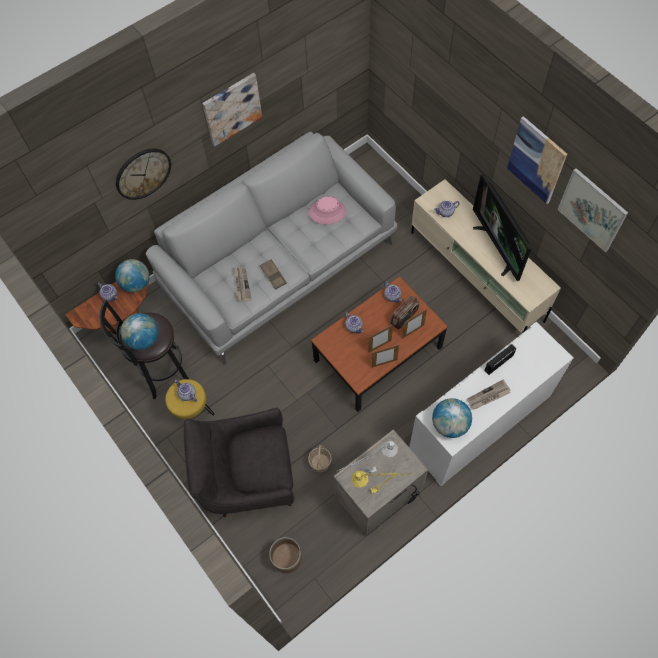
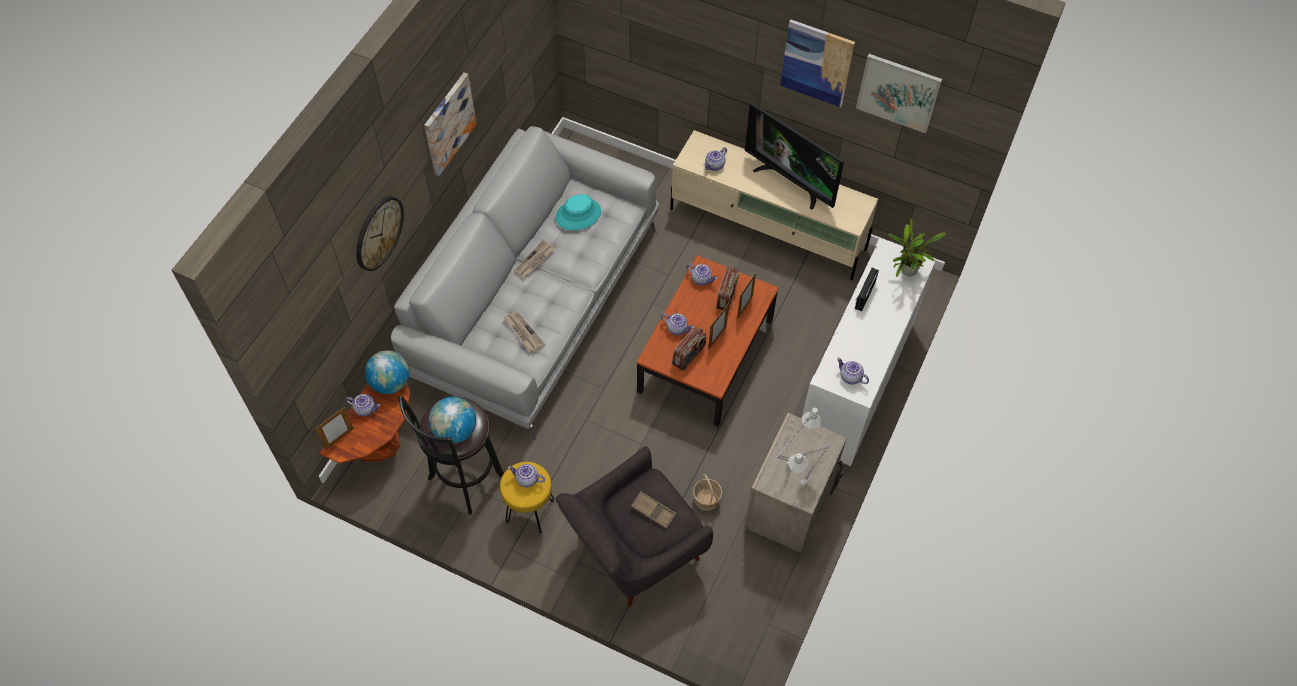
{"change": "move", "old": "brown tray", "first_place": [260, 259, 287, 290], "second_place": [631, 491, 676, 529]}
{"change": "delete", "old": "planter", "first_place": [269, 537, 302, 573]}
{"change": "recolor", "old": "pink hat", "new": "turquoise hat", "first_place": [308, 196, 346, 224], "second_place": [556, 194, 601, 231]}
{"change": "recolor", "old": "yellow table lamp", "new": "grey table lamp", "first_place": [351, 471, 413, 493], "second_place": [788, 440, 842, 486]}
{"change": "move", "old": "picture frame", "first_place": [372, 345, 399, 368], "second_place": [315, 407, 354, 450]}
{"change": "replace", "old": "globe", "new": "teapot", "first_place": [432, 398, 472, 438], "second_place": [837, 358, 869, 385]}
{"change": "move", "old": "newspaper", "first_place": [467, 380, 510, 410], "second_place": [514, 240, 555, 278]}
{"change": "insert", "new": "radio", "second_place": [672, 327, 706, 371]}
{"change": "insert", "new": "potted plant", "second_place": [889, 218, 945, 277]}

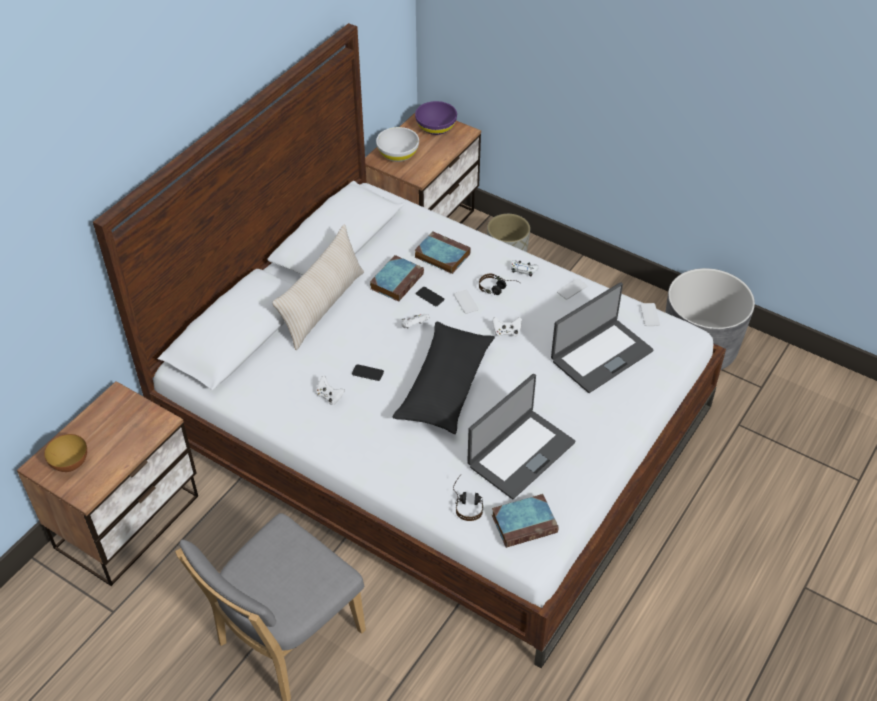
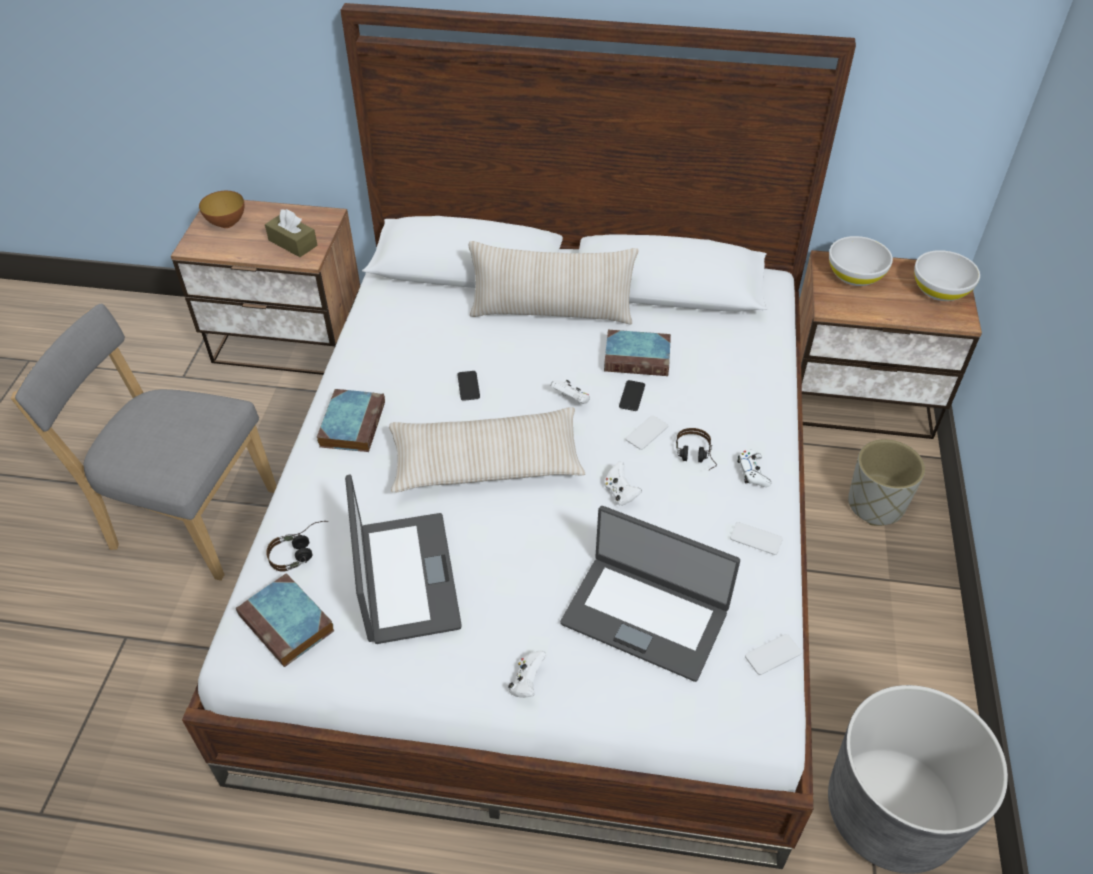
{"change": "move", "old": "white game controller", "first_place": [316, 376, 345, 405], "second_place": [508, 650, 547, 698]}
{"change": "recolor", "old": "black pillow", "new": "beige pillow", "first_place": [393, 322, 495, 434], "second_place": [389, 407, 585, 493]}
{"change": "recolor", "old": "purple bowl", "new": "white bowl", "first_place": [415, 101, 457, 135], "second_place": [914, 250, 980, 301]}
{"change": "move", "old": "book", "first_place": [415, 231, 471, 274], "second_place": [317, 389, 385, 452]}
{"change": "rotate", "old": "laptop", "first_place": [467, 374, 575, 499], "second_place": [345, 474, 462, 644], "degrees": -120}
{"change": "insert", "new": "brown tissue box", "second_place": [265, 209, 318, 257]}

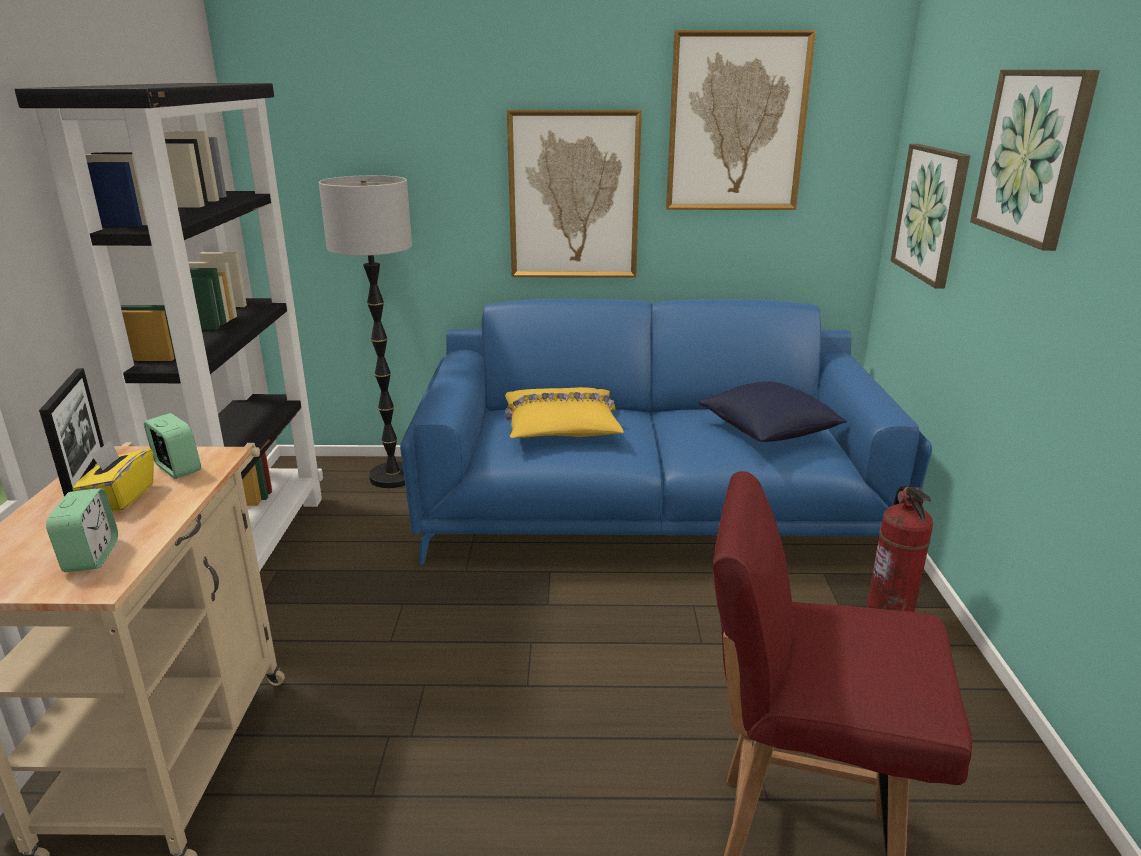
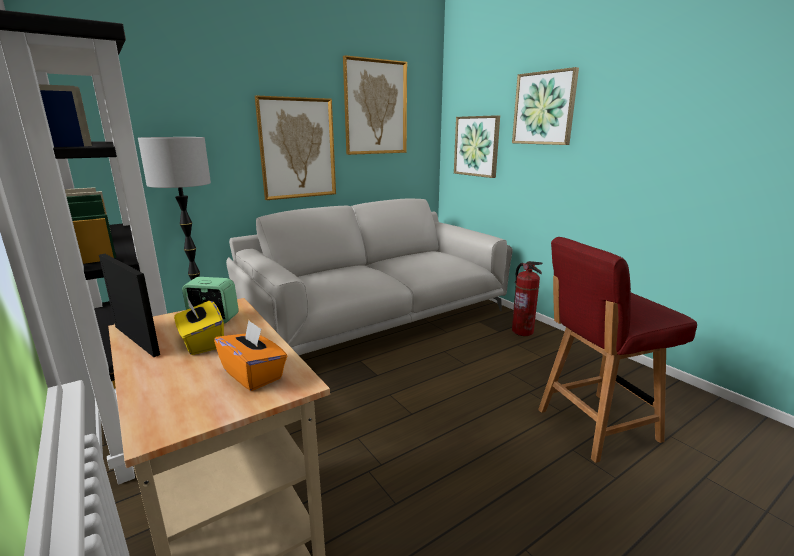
{"change": "replace", "old": "alarm clock", "new": "orange tissue box", "first_place": [46, 488, 118, 572], "second_place": [214, 320, 287, 391]}
{"change": "recolor", "old": "blue sofa", "new": "grey sofa", "first_place": [400, 299, 932, 565], "second_place": [226, 199, 513, 355]}
{"change": "delete", "old": "yellow pillow", "first_place": [505, 387, 624, 438]}
{"change": "delete", "old": "blue pillow", "first_place": [698, 381, 847, 442]}

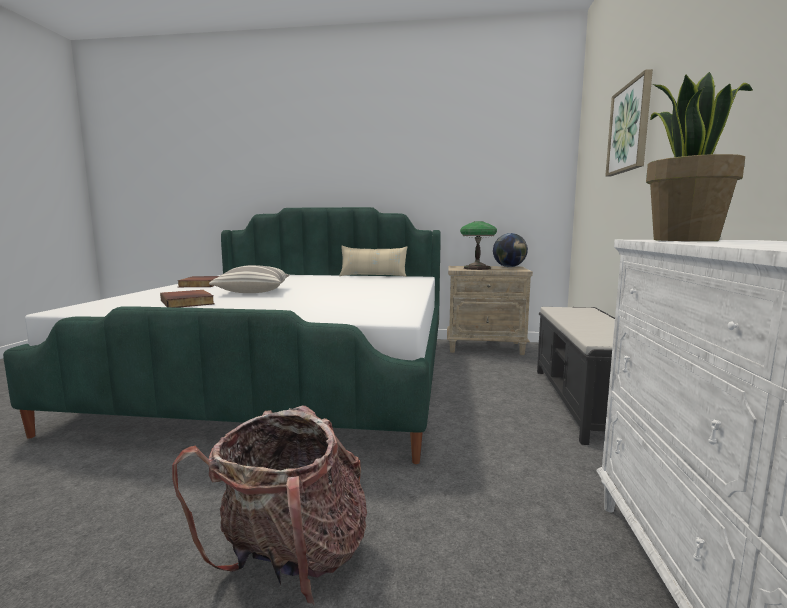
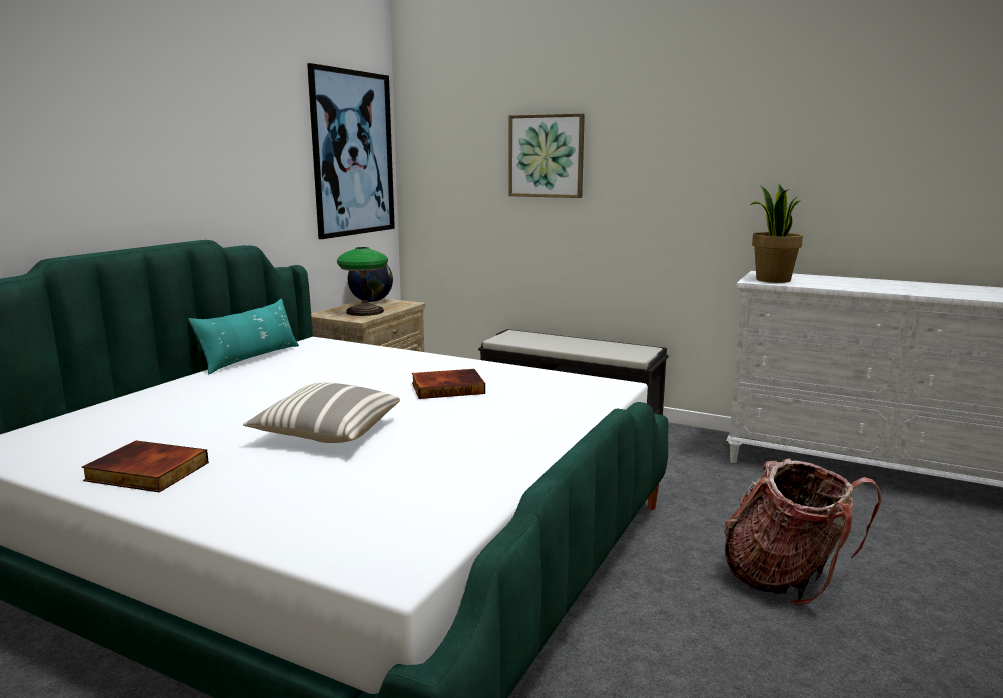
{"change": "move", "old": "book", "first_place": [160, 290, 215, 308], "second_place": [412, 369, 485, 399]}
{"change": "recolor", "old": "beige pillow", "new": "turquoise pillow", "first_place": [339, 246, 407, 277], "second_place": [188, 299, 299, 374]}
{"change": "insert", "new": "picture", "second_place": [307, 63, 395, 239]}

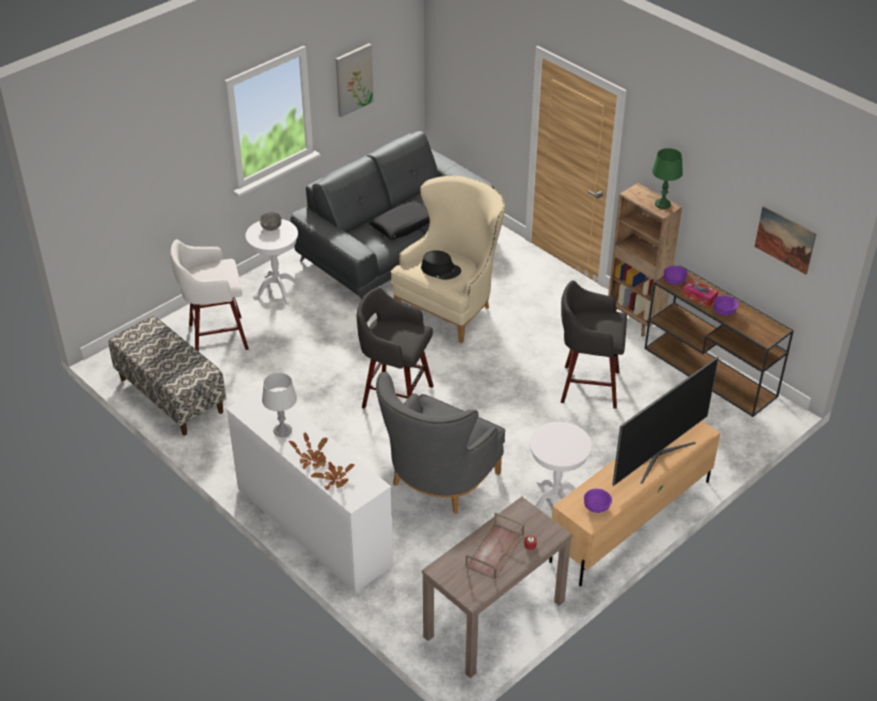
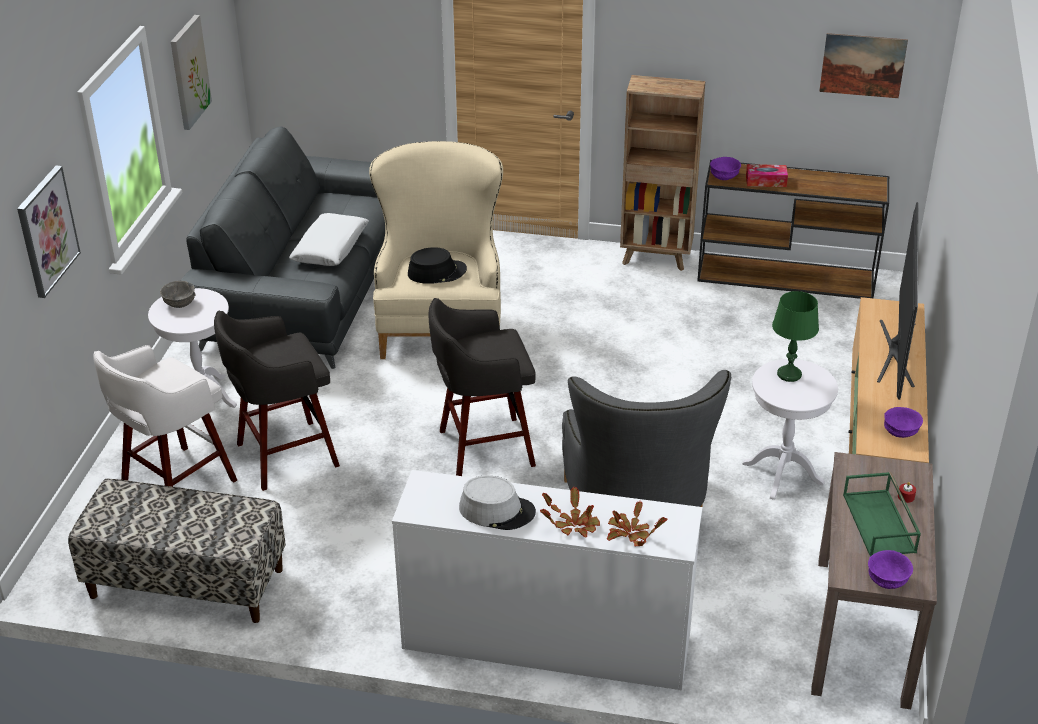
{"change": "replace", "old": "grey table lamp", "new": "grey hat", "first_place": [262, 373, 297, 437], "second_place": [459, 475, 536, 530]}
{"change": "recolor", "old": "black pillow", "new": "white pillow", "first_place": [369, 201, 430, 239], "second_place": [289, 213, 369, 266]}
{"change": "recolor", "old": "brown tray", "new": "green tray", "first_place": [465, 512, 524, 580], "second_place": [843, 472, 921, 557]}
{"change": "move", "old": "grey stool", "first_place": [561, 280, 627, 409], "second_place": [214, 311, 340, 491]}
{"change": "move", "old": "green table lamp", "first_place": [652, 148, 683, 209], "second_place": [772, 291, 819, 382]}
{"change": "move", "old": "purple bowl", "first_place": [713, 296, 738, 316], "second_place": [868, 550, 913, 589]}
{"change": "insert", "new": "picture", "second_place": [17, 166, 81, 298]}

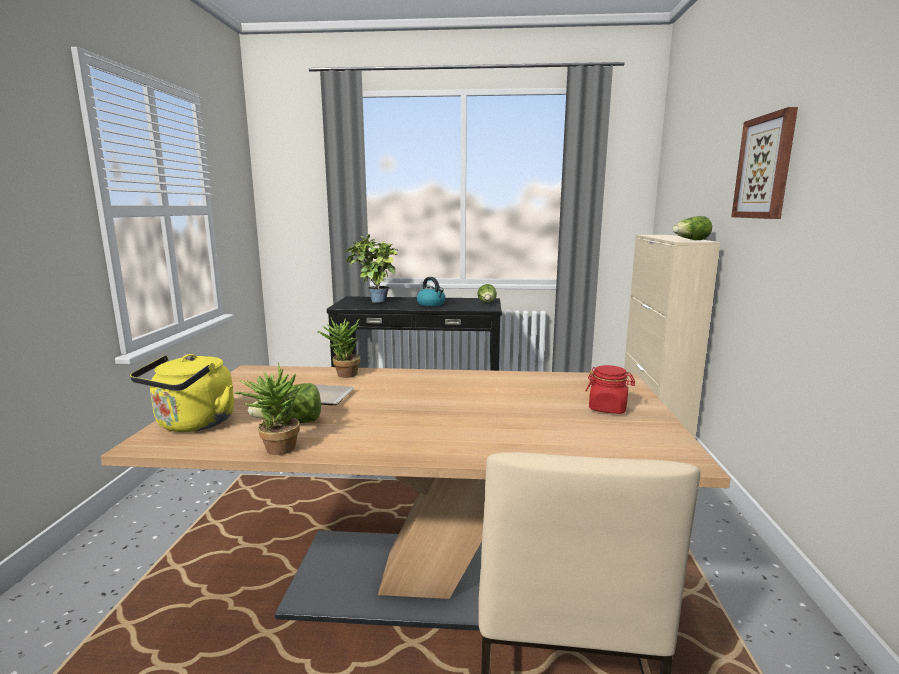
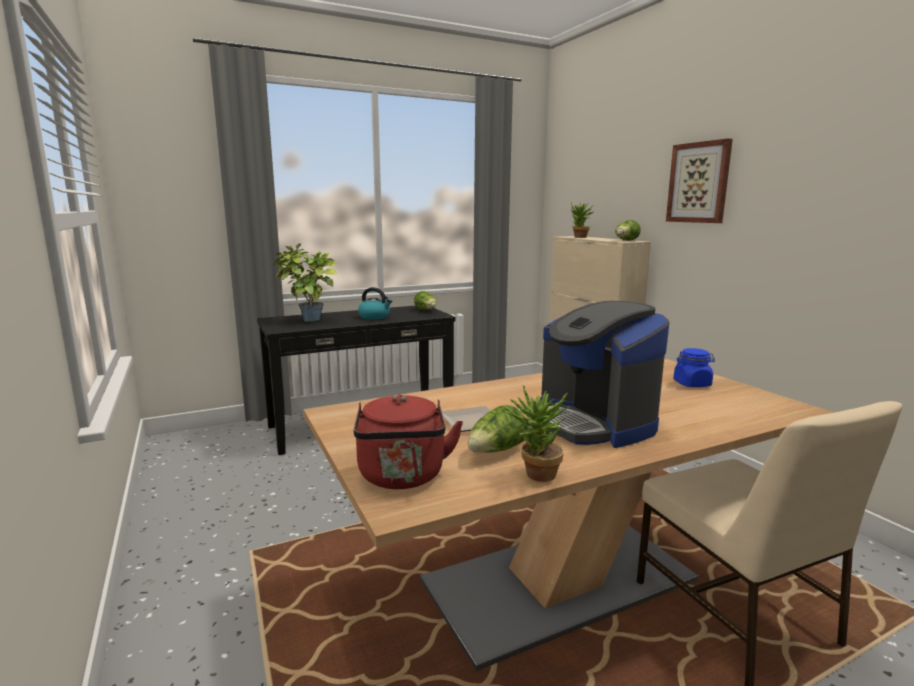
{"change": "recolor", "old": "yellow kettle", "new": "red kettle", "first_place": [130, 354, 234, 432], "second_place": [354, 394, 463, 489]}
{"change": "move", "old": "potted plant", "first_place": [318, 317, 360, 378], "second_place": [571, 203, 595, 238]}
{"change": "recolor", "old": "red jar", "new": "blue jar", "first_place": [586, 365, 635, 414], "second_place": [673, 348, 715, 387]}
{"change": "insert", "new": "coffee machine", "second_place": [540, 301, 669, 448]}

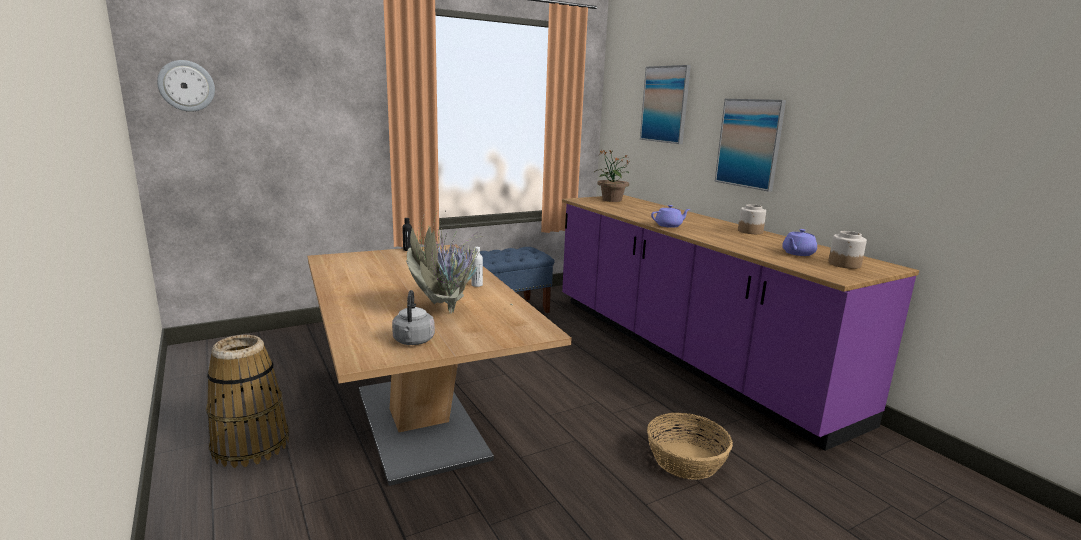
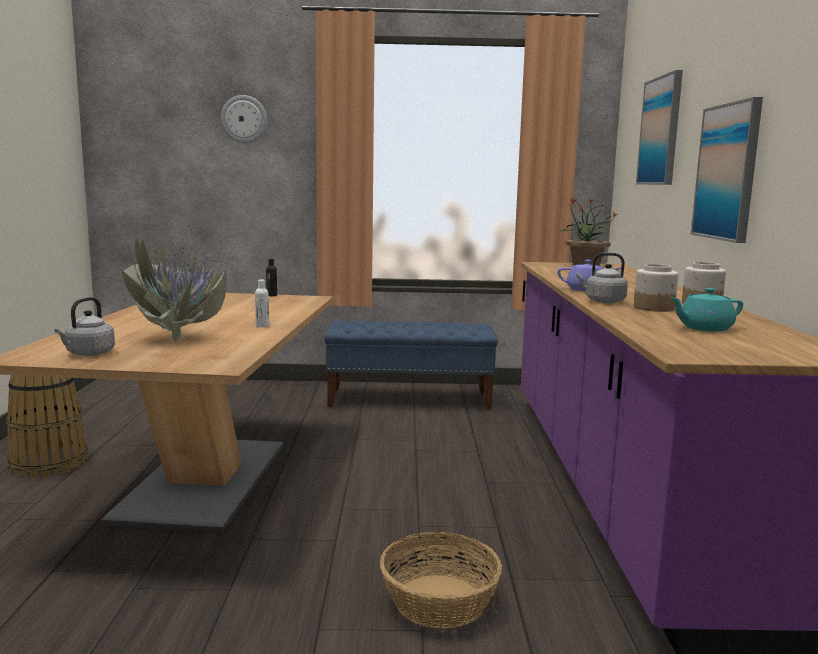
{"change": "move", "old": "wall clock", "first_place": [157, 60, 215, 112], "second_place": [221, 95, 267, 143]}
{"change": "recolor", "old": "purple teapot", "new": "turquoise teapot", "first_place": [782, 229, 817, 256], "second_place": [670, 288, 743, 332]}
{"change": "move", "old": "jar", "first_place": [828, 231, 867, 269], "second_place": [634, 264, 678, 312]}
{"change": "insert", "new": "grey kettle", "second_place": [576, 252, 628, 303]}

